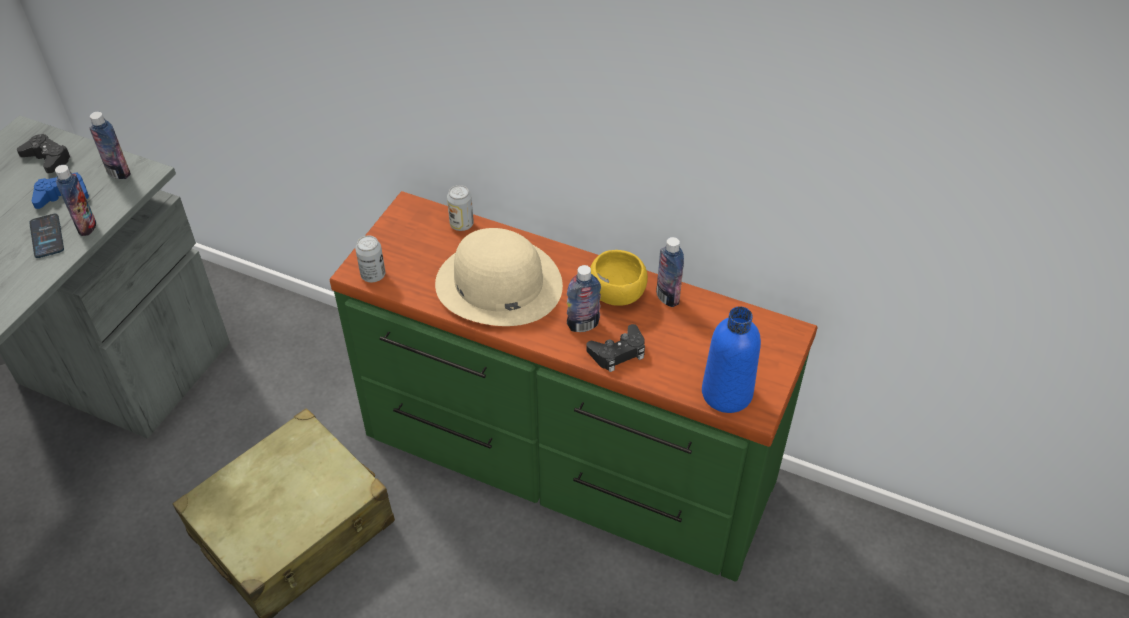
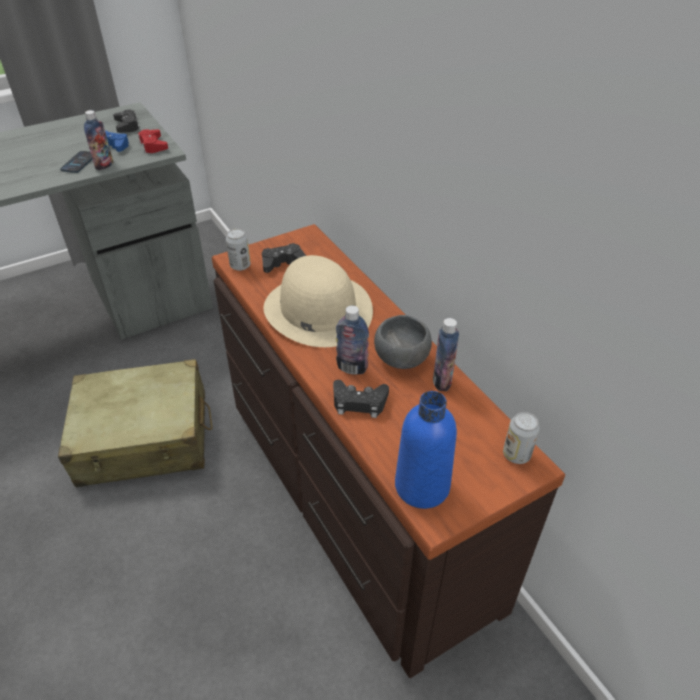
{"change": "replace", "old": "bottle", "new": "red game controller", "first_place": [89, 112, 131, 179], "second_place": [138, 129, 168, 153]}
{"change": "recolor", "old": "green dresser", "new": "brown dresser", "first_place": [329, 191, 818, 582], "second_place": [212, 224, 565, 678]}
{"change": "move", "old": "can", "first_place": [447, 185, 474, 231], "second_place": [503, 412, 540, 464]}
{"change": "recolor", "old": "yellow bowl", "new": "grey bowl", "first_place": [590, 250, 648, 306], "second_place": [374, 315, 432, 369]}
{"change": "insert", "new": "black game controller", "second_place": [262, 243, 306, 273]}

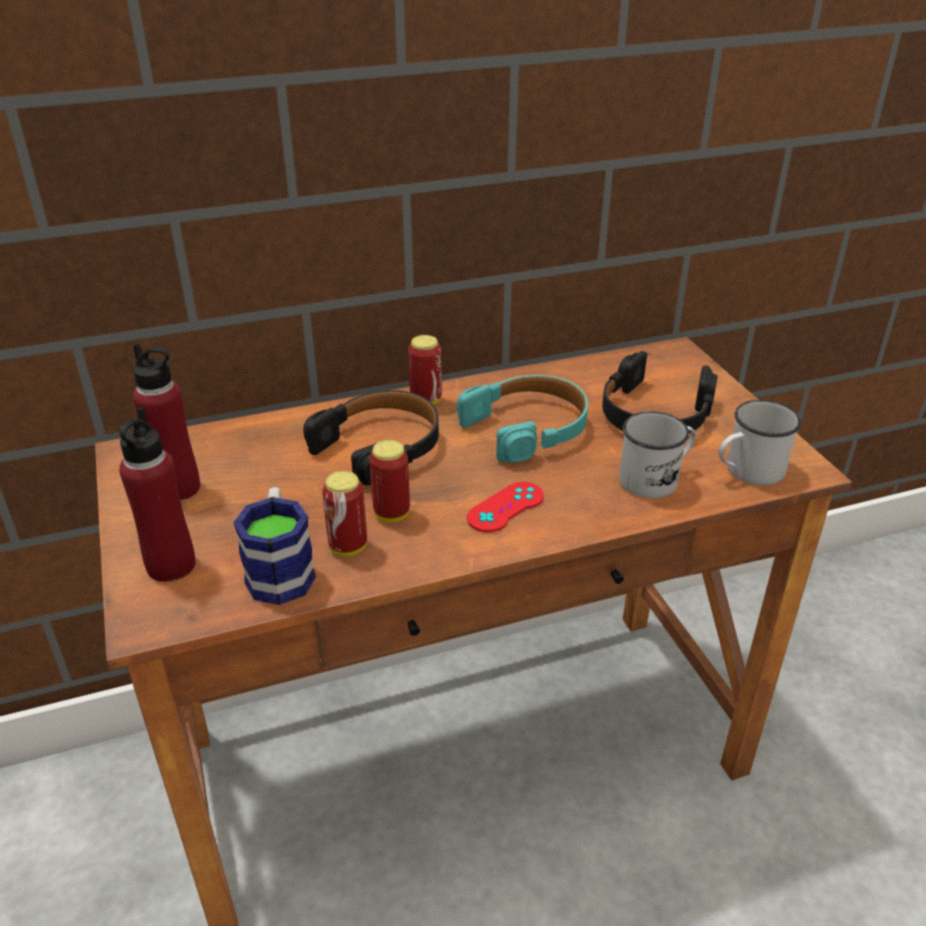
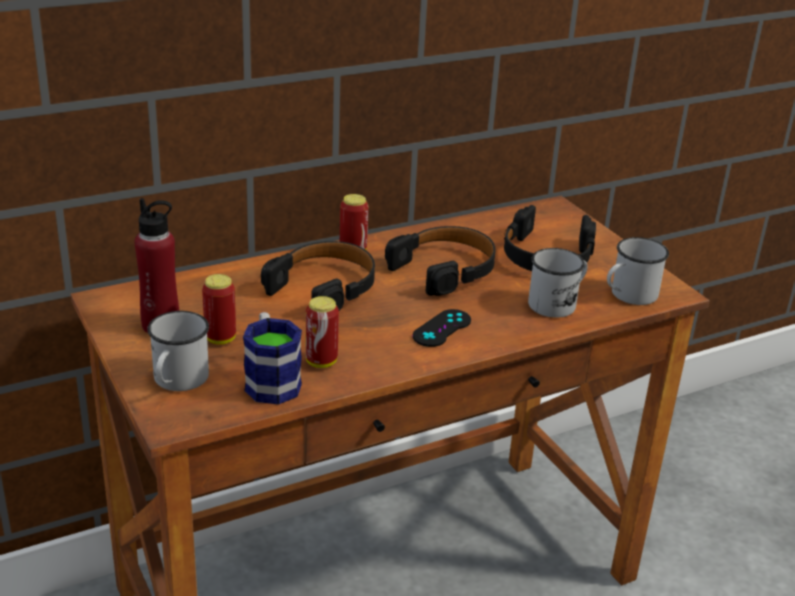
{"change": "replace", "old": "red bottle", "new": "white mug", "first_place": [119, 407, 196, 582], "second_place": [147, 311, 209, 391]}
{"change": "move", "old": "can", "first_place": [369, 440, 410, 522], "second_place": [202, 274, 236, 344]}
{"change": "recolor", "old": "turquoise headphones", "new": "black headphones", "first_place": [457, 375, 588, 463], "second_place": [385, 226, 496, 296]}
{"change": "recolor", "old": "red game controller", "new": "black game controller", "first_place": [467, 482, 544, 532], "second_place": [412, 309, 471, 347]}

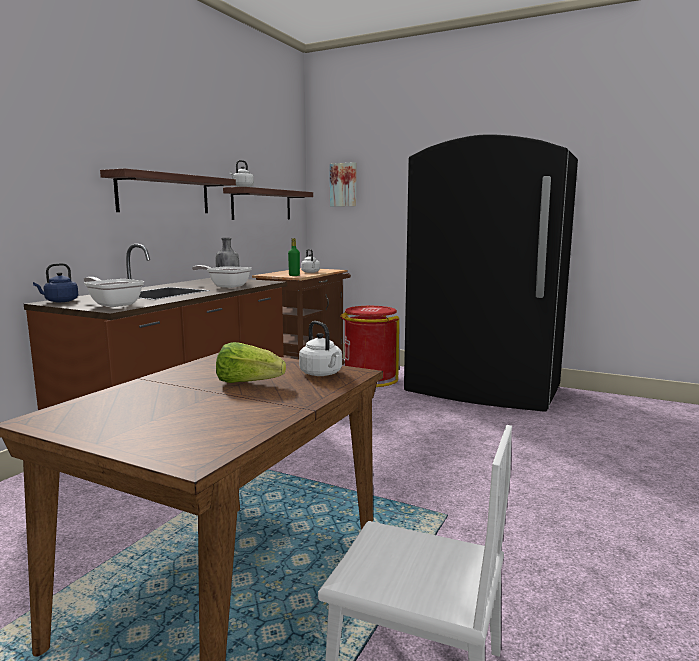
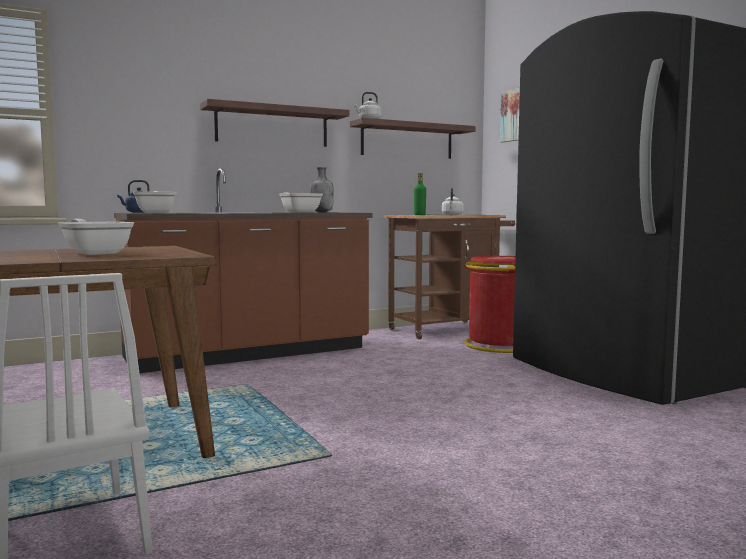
{"change": "replace", "old": "lettuce", "new": "frying pan", "first_place": [216, 342, 286, 383], "second_place": [58, 219, 134, 255]}
{"change": "delete", "old": "white kettle", "first_place": [299, 321, 342, 376]}

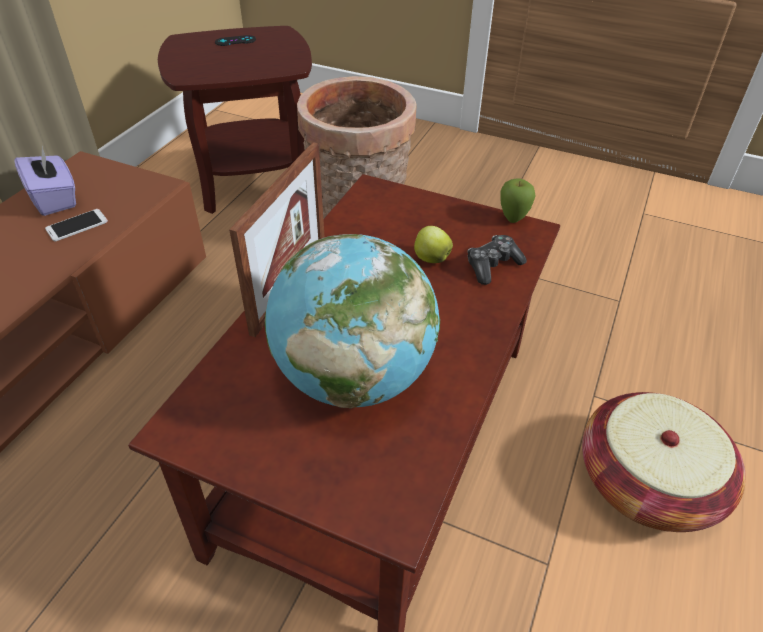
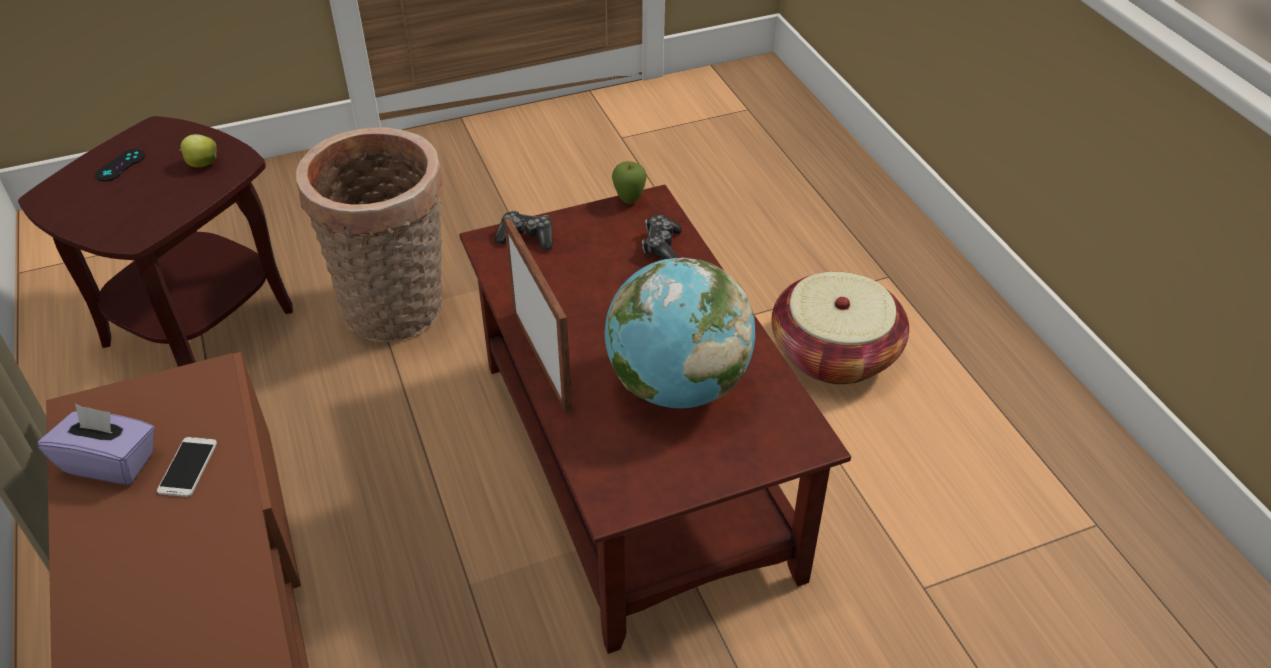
{"change": "move", "old": "apple", "first_place": [414, 226, 453, 263], "second_place": [179, 134, 217, 168]}
{"change": "insert", "new": "game controller", "second_place": [494, 211, 553, 250]}

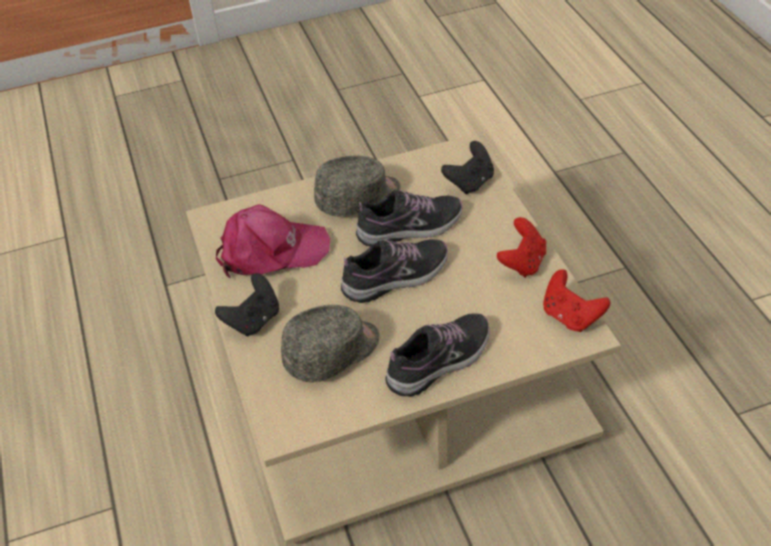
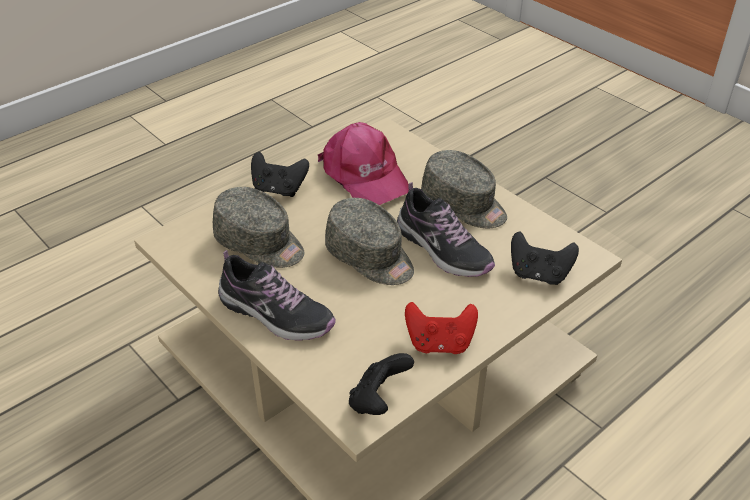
{"change": "replace", "old": "shoe", "new": "grey cap", "first_place": [341, 239, 448, 303], "second_place": [325, 198, 414, 285]}
{"change": "recolor", "old": "red game controller", "new": "black game controller", "first_place": [543, 269, 610, 332], "second_place": [349, 353, 414, 415]}

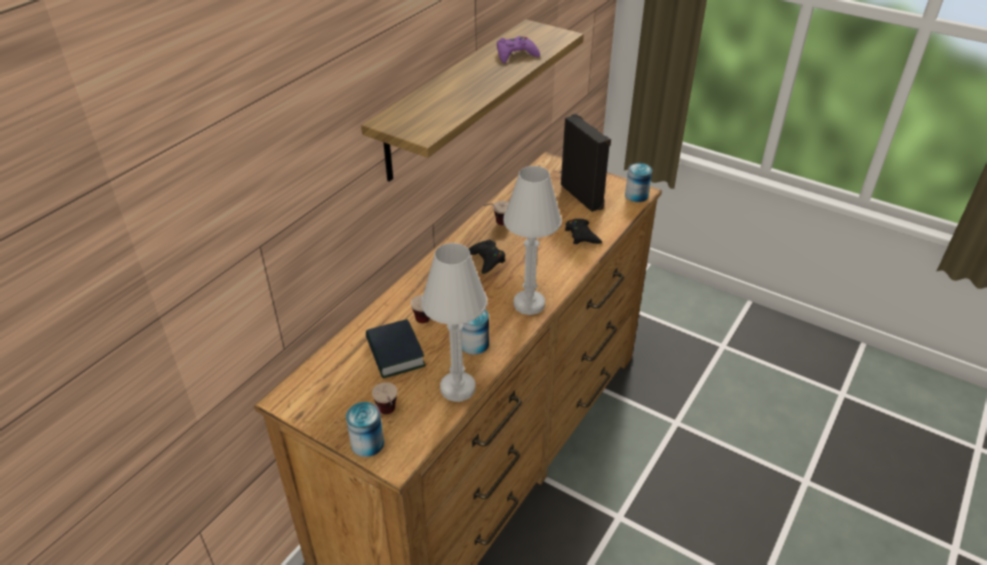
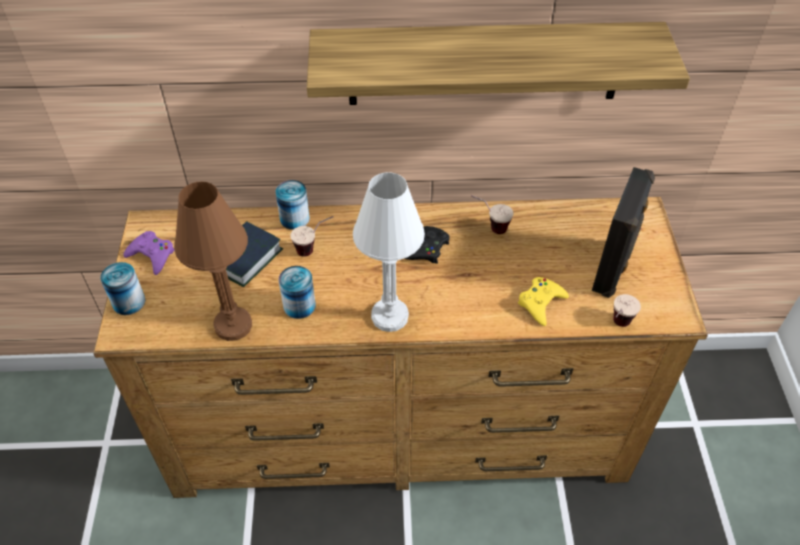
{"change": "move", "old": "cup", "first_place": [372, 382, 397, 414], "second_place": [613, 294, 641, 327]}
{"change": "recolor", "old": "white table lamp", "new": "brown table lamp", "first_place": [421, 243, 487, 402], "second_place": [174, 181, 252, 341]}
{"change": "move", "old": "purple game controller", "first_place": [497, 36, 540, 64], "second_place": [123, 231, 174, 275]}
{"change": "recolor", "old": "black game controller", "new": "yellow game controller", "first_place": [565, 219, 602, 244], "second_place": [518, 277, 569, 326]}
{"change": "move", "old": "can", "first_place": [625, 163, 652, 202], "second_place": [276, 180, 310, 230]}

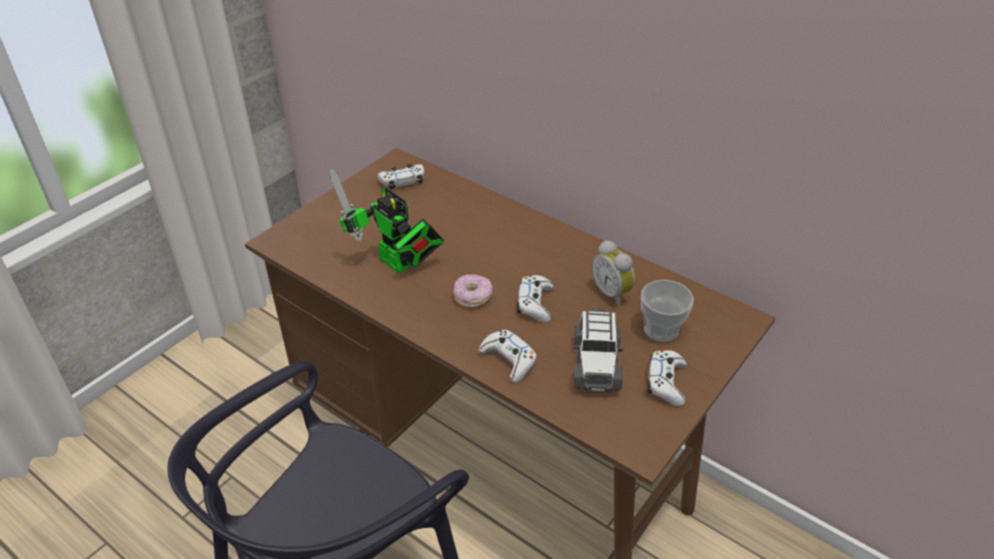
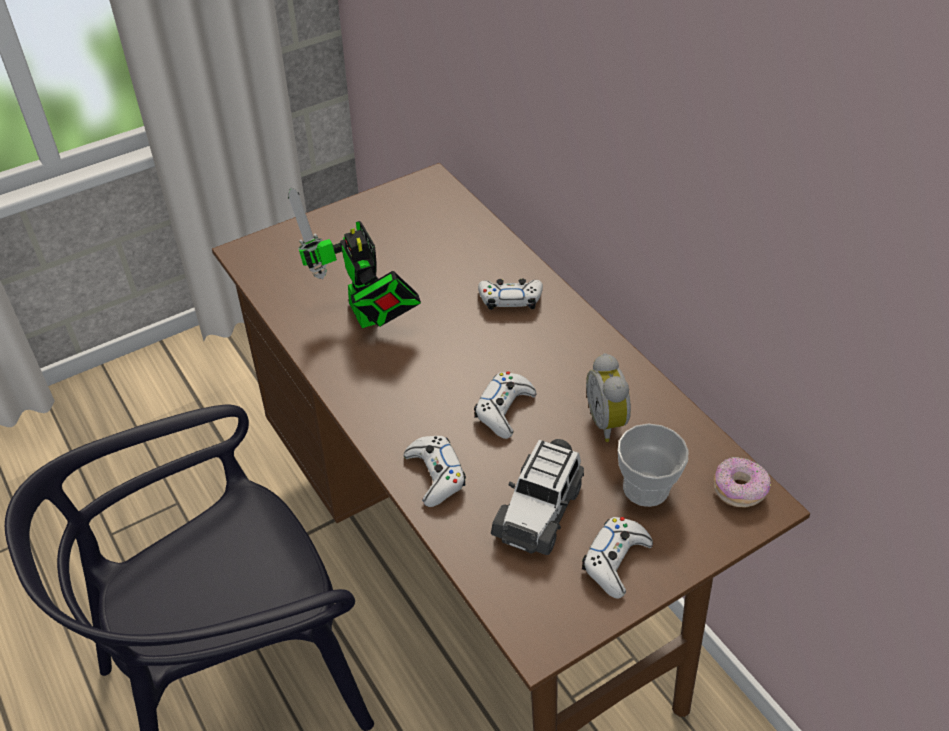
{"change": "move", "old": "white game controller", "first_place": [378, 164, 424, 190], "second_place": [478, 278, 543, 310]}
{"change": "move", "old": "donut", "first_place": [453, 274, 493, 308], "second_place": [714, 457, 771, 508]}

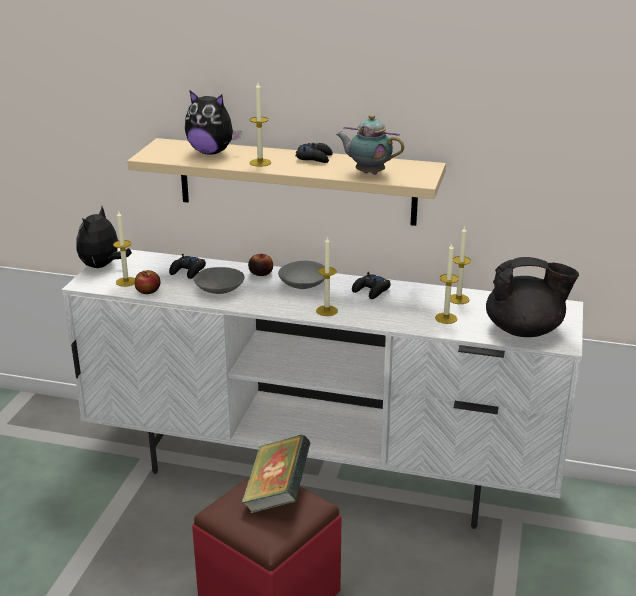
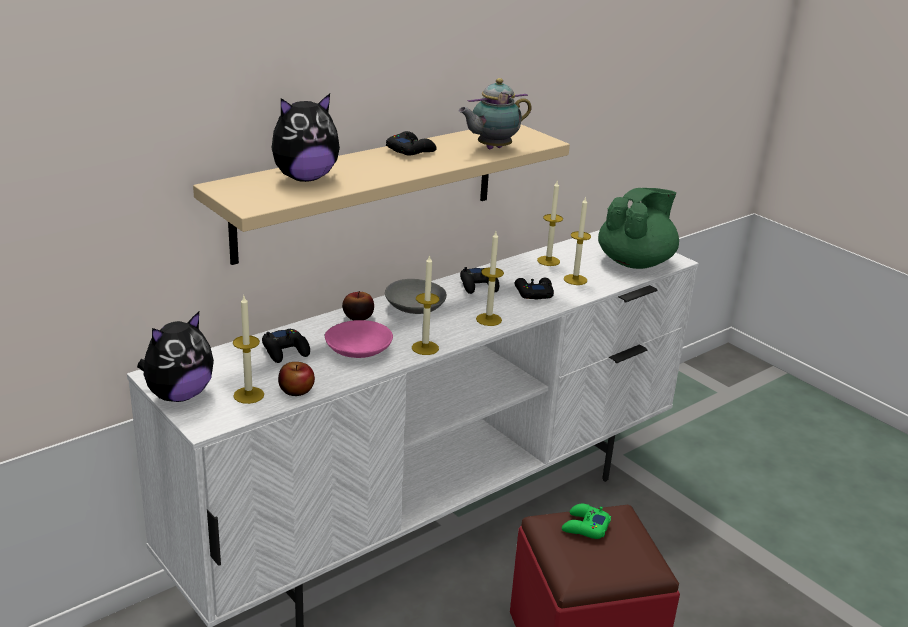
{"change": "rotate", "old": "plush toy", "first_place": [76, 207, 132, 268], "second_place": [137, 312, 214, 402], "degrees": -105}
{"change": "recolor", "old": "grey bowl", "new": "pink bowl", "first_place": [194, 267, 244, 294], "second_place": [325, 320, 393, 358]}
{"change": "replace", "old": "book", "new": "green game controller", "first_place": [242, 434, 310, 513], "second_place": [562, 504, 611, 539]}
{"change": "move", "old": "candle", "first_place": [250, 83, 271, 167], "second_place": [412, 254, 439, 355]}
{"change": "recolor", "old": "black teapot", "new": "green teapot", "first_place": [486, 257, 579, 337], "second_place": [598, 188, 679, 269]}
{"change": "insert", "new": "black game controller", "second_place": [515, 278, 554, 299]}

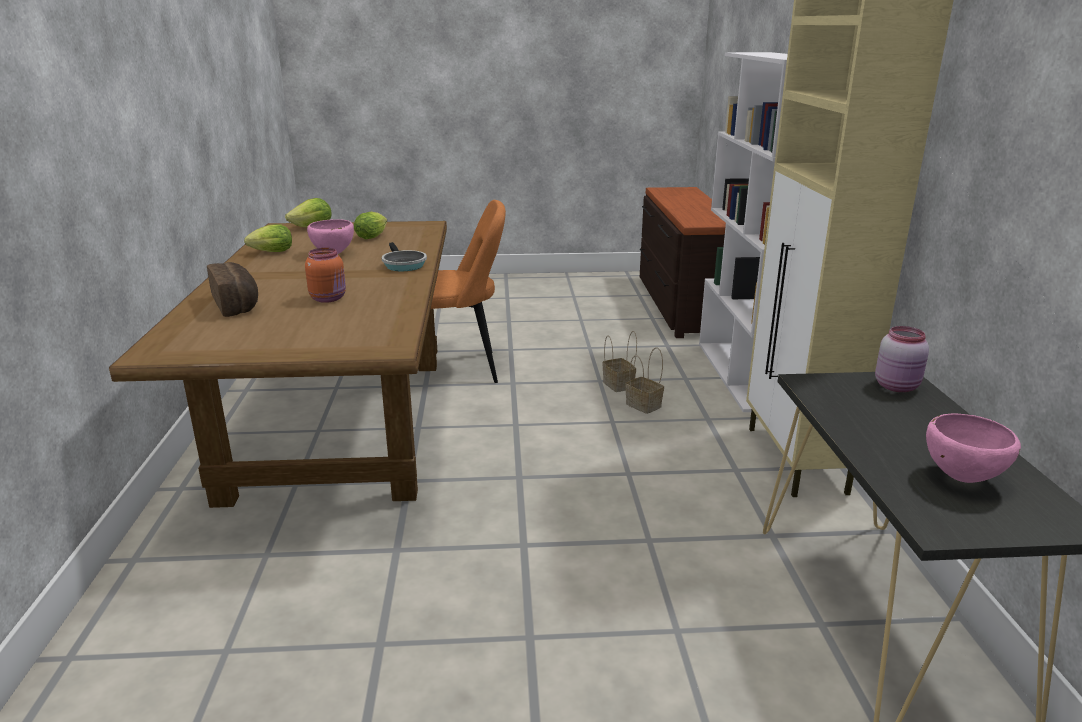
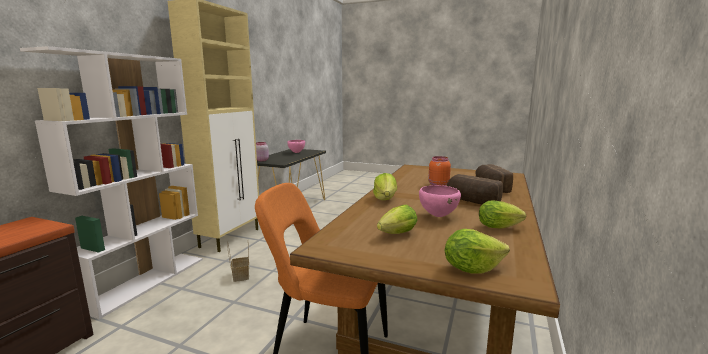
{"change": "replace", "old": "frying pan", "new": "lettuce", "first_place": [381, 242, 427, 271], "second_place": [373, 173, 397, 200]}
{"change": "delete", "old": "basket", "first_place": [602, 331, 637, 392]}
{"change": "insert", "new": "bread", "second_place": [447, 174, 503, 204]}

